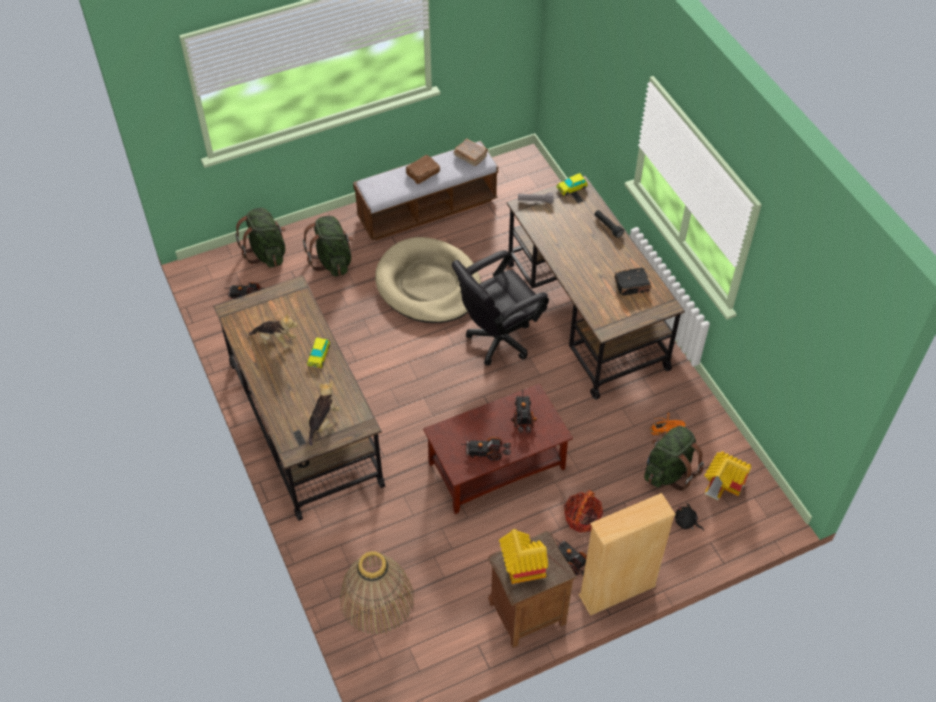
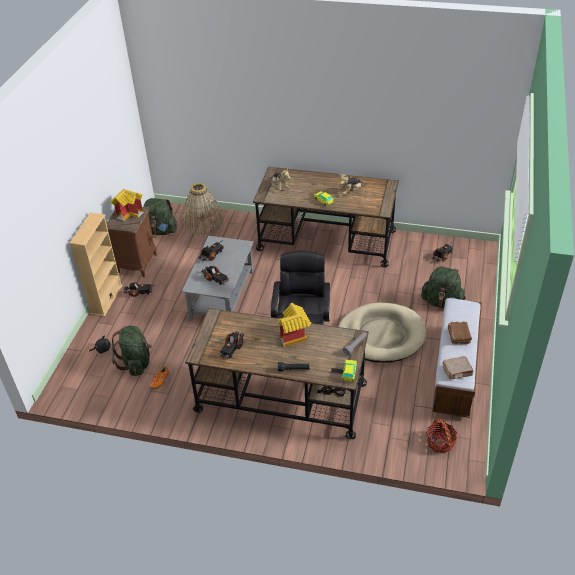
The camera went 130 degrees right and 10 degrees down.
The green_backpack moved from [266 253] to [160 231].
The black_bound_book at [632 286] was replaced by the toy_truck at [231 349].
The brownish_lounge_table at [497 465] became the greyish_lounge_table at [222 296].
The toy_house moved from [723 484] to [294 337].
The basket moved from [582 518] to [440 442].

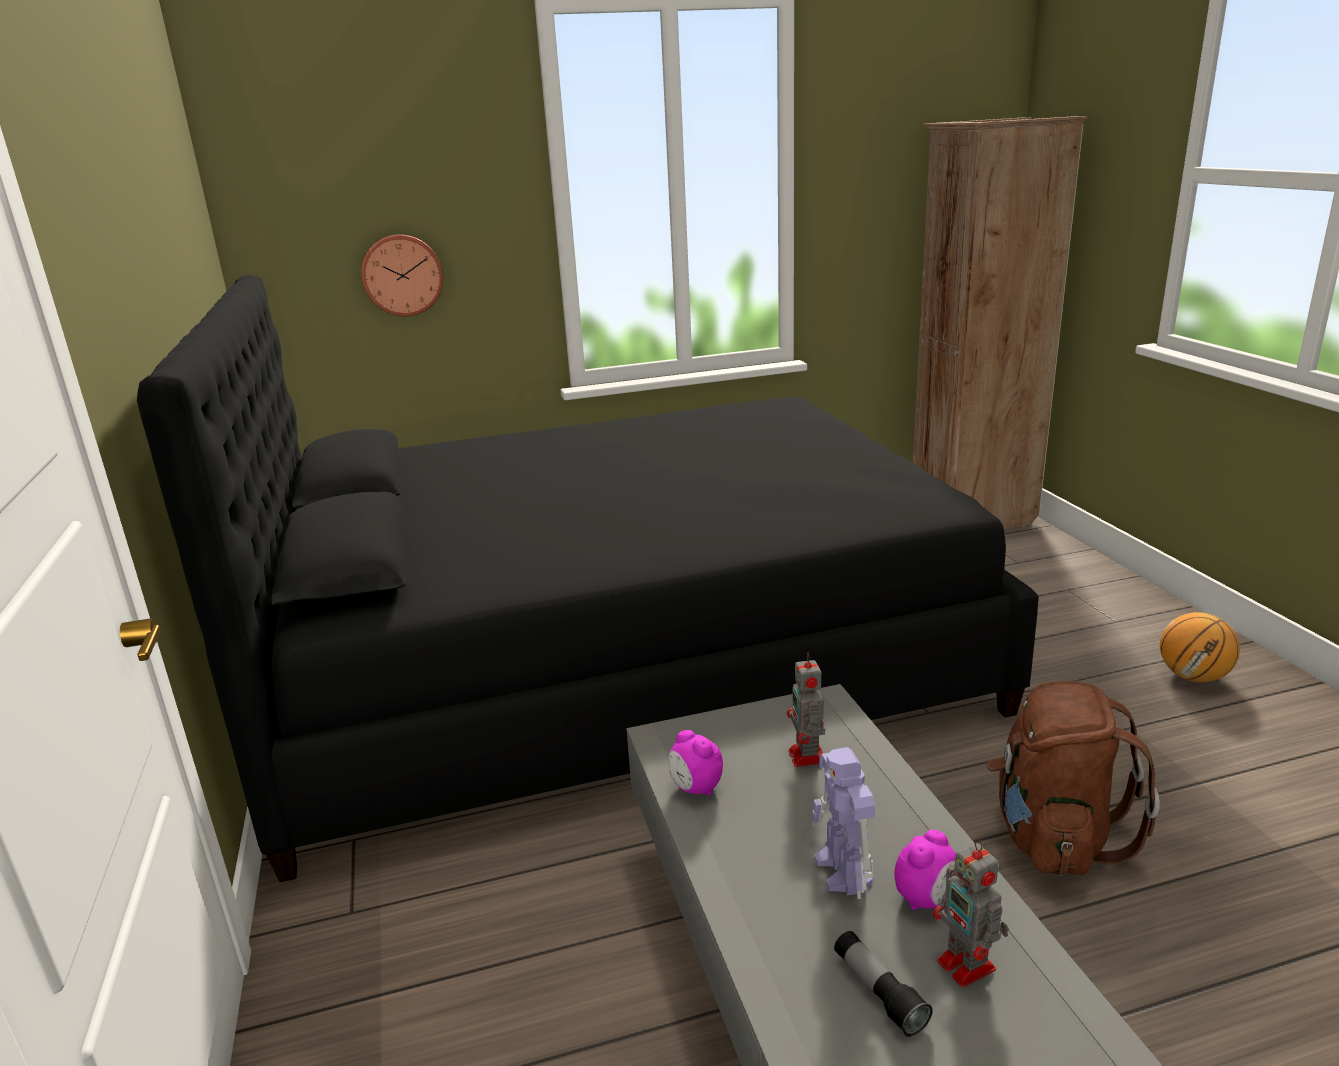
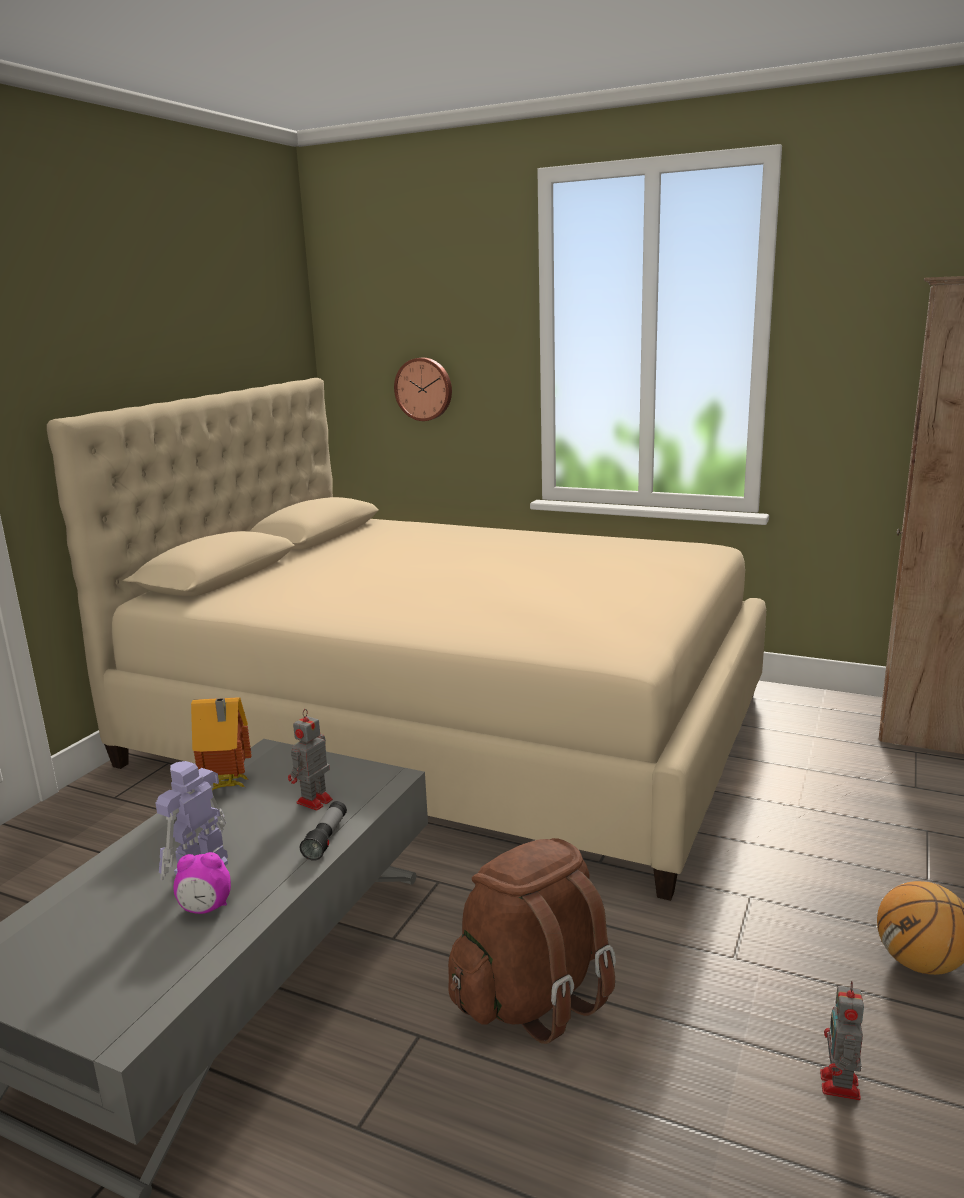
The camera went 40 degrees right and 5 degrees down.
The black_bed at [619 660] became the beige_bed at [450 727].
The alarm_clock at [695 788] was replaced by the toy_house at [227 786].
The model_robot moved from [968 967] to [840 1087].
The torch moved from [879 992] to [326 839].

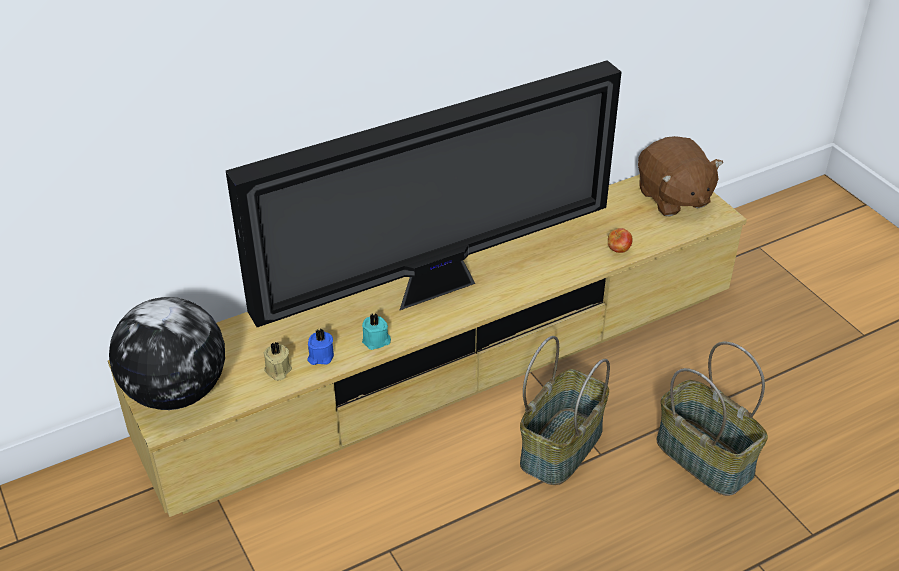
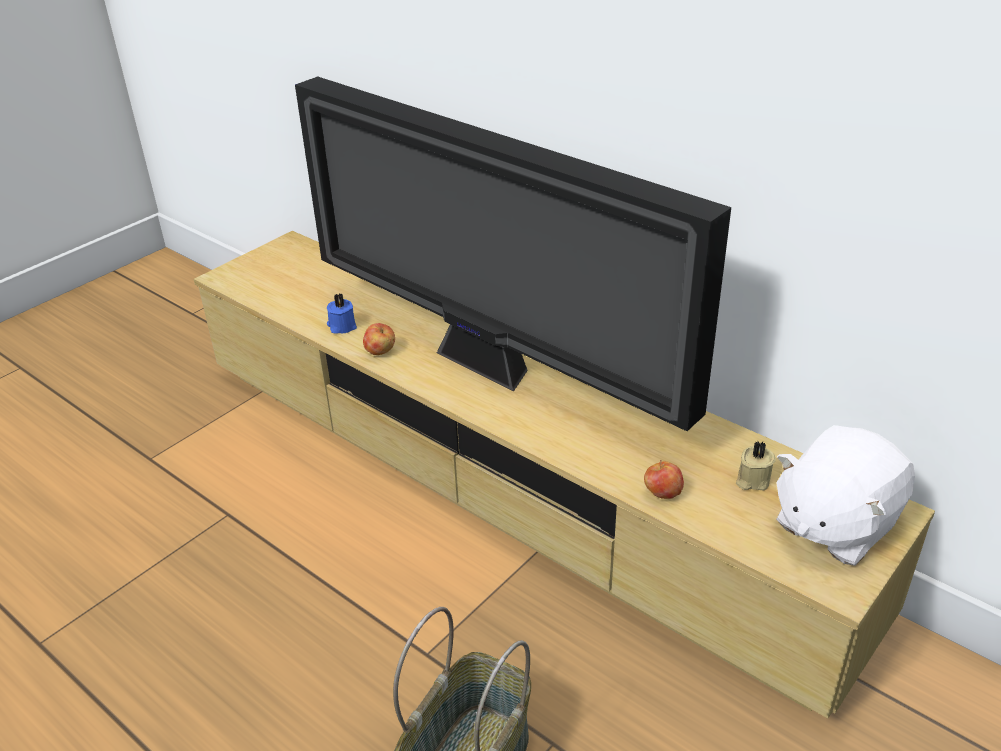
The camera went 70 degrees right and 5 degrees down.
The brownish_plush_toy at [673 198] became the white-coloured_plush_toy at [834 524].
The world_globe at [176 392] disappeared.
The turquoise_wax_light at [376 341] was replaced by the apple at [380 352].
The basket at [560 445] disappeared.
The beige_wax_light moved from [277 371] to [752 480].

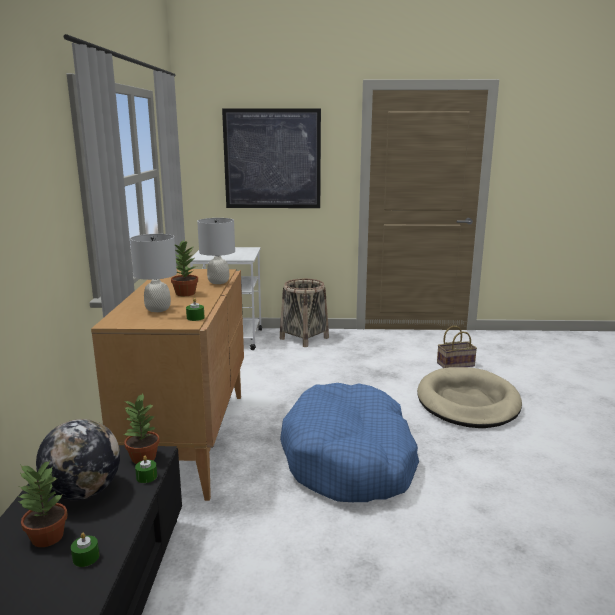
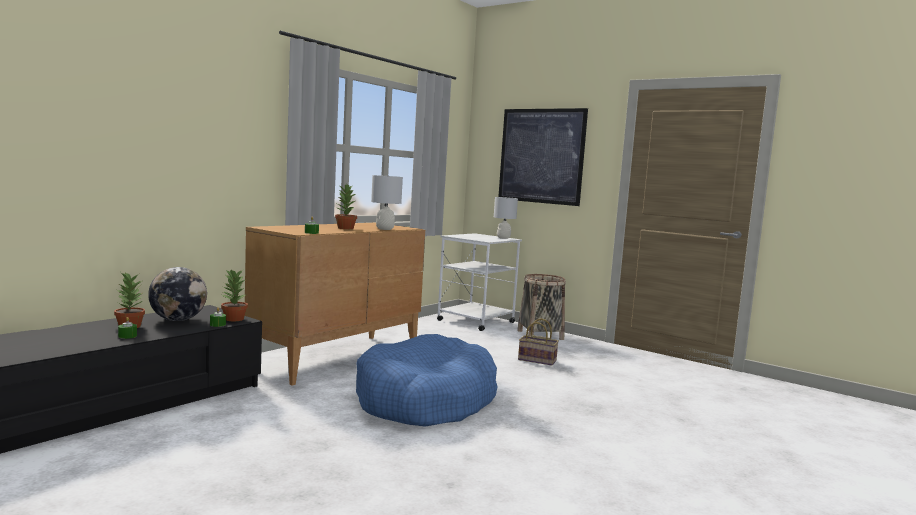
The camera went 35 degrees right and 10 degrees down.
The greyish_tabletop_lamp moved from [157 310] to [503 238].
The basket moved from [456 364] to [538 360].
The beige_dog_cushion at [467 402] disappeared.

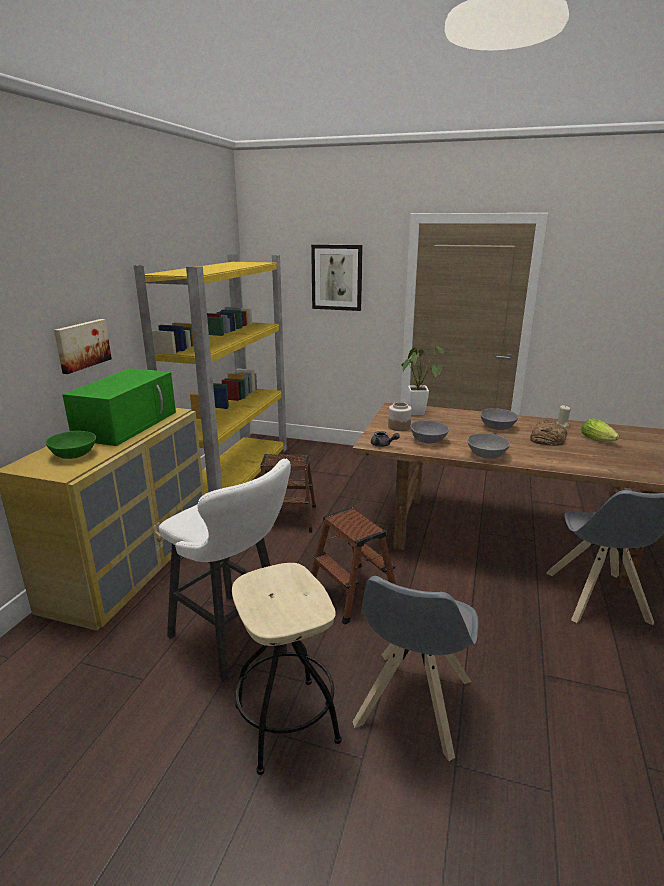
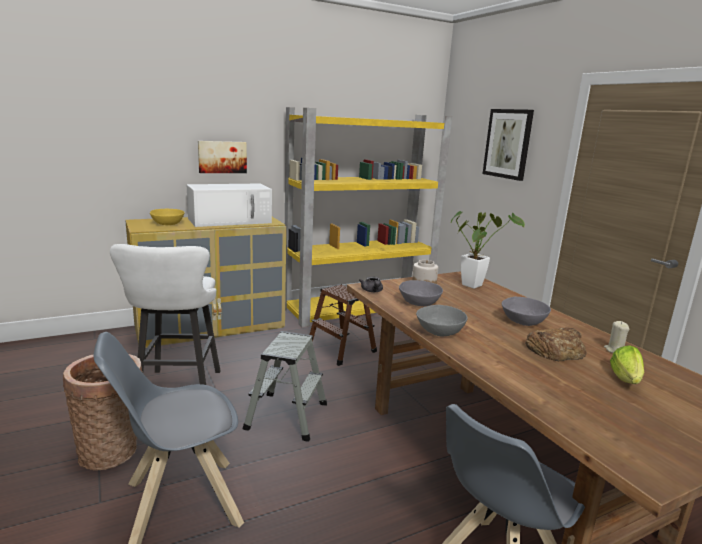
The camera went 45 degrees right and 5 degrees down.
The green_microwave at [127 424] became the white-coloured_microwave at [231 220].
The green_bowl at [74 455] became the yellow-coloured_bowl at [168 224].
The brownish_stepladder at [352 592] became the greyish_stepladder at [287 415].
The beige_stool at [286 722] was replaced by the basket at [112 451].

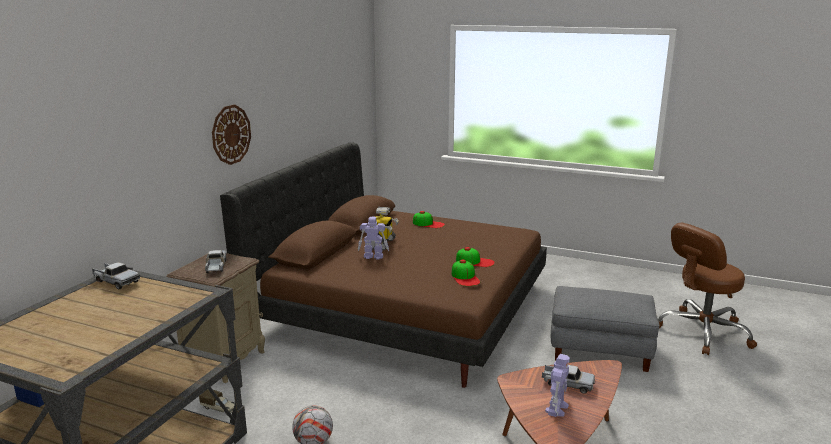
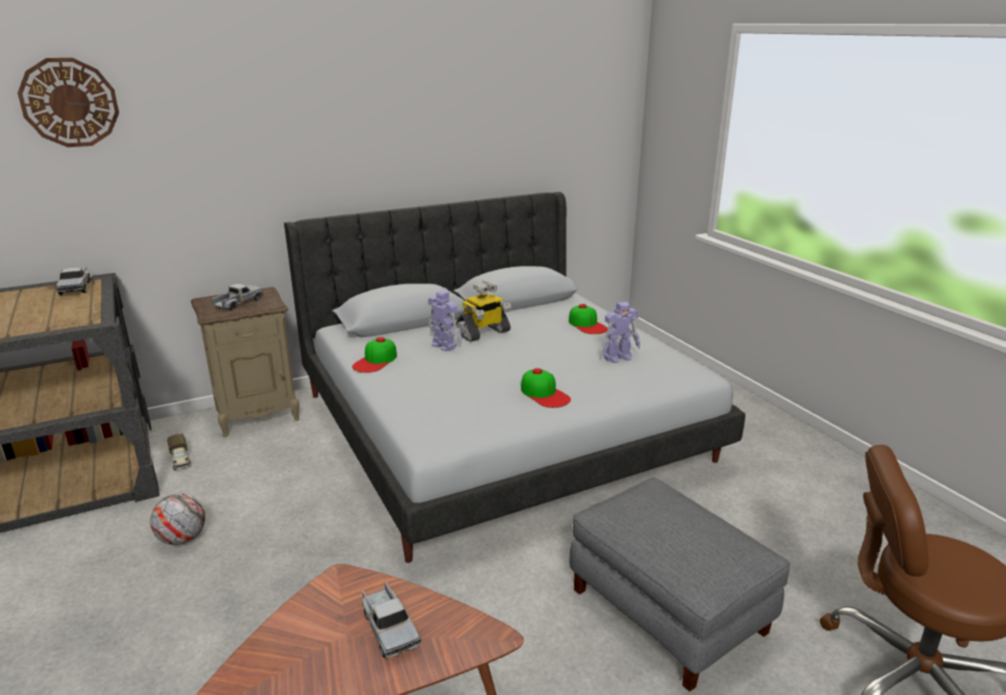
The camera went 40 degrees right and 5 degrees up.
The wall_clock moved from [231 134] to [70 103].
The brownish_bed at [401 307] became the greyish_bed at [500 426].
The baseball_cap moved from [465 277] to [375 361].
The model_robot moved from [557 408] to [618 357].

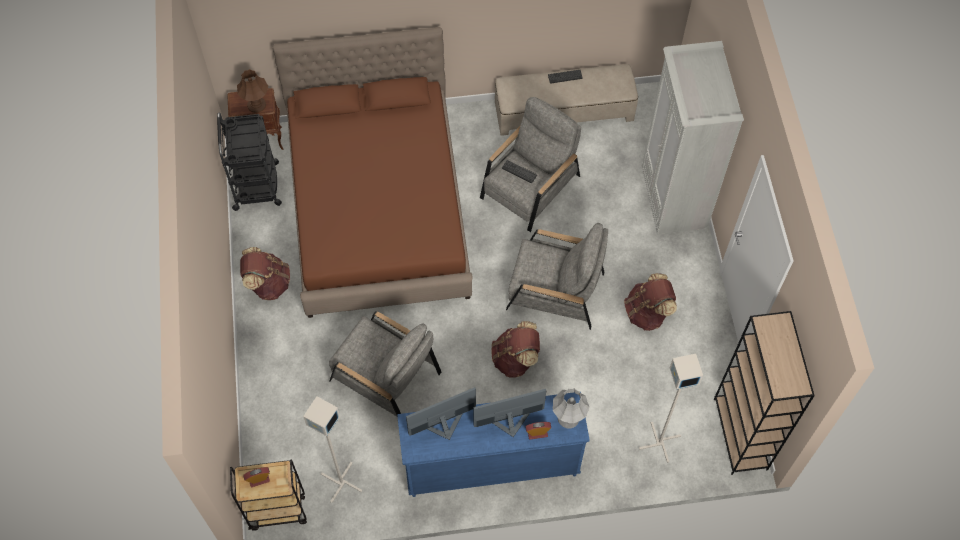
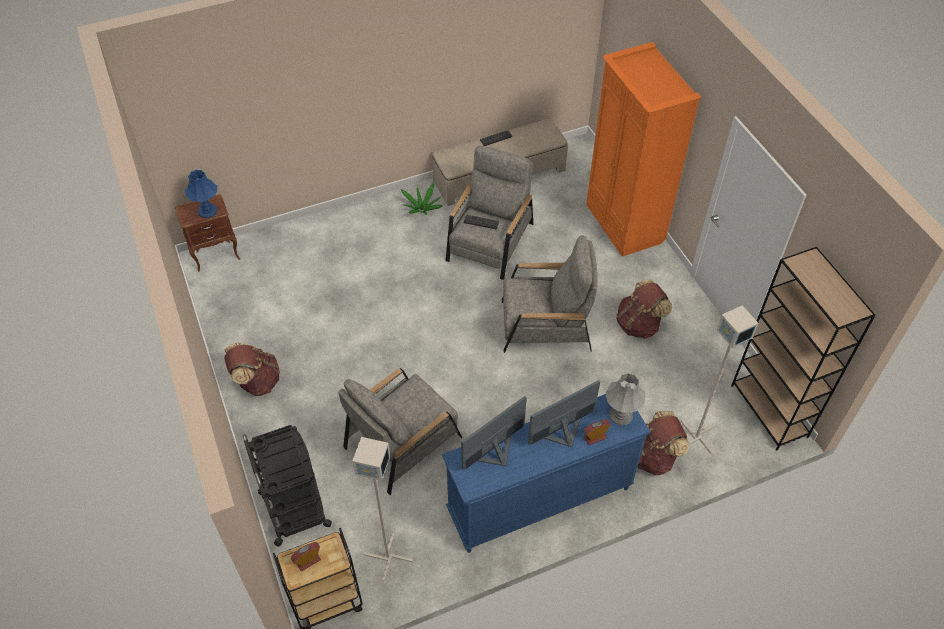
The camera went 15 degrees left and 10 degrees down.
The brownish_bed at [378 208] disappeared.
The white-coloured_wardrobe at [673 196] became the orange-coloured_wardrobe at [624 223].
The brownish_tabletop_lamp at [256 105] became the blue-coloured_tabletop_lamp at [208 211].
The black_cart moved from [256 185] to [295 509].
The greyish_lounge_chair at [384 377] turned 120 degrees clockwise.
The brownish_backpack moved from [515 359] to [653 456].
The potted_plant at [422 209] appeared.

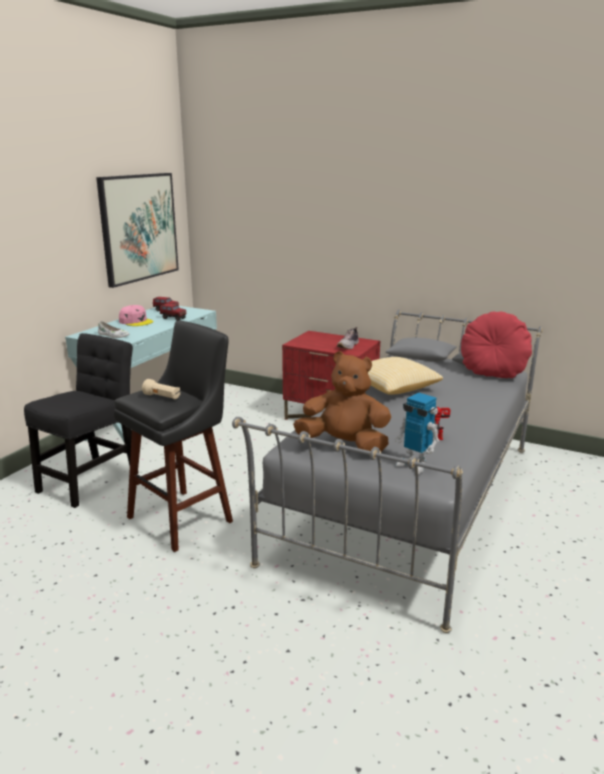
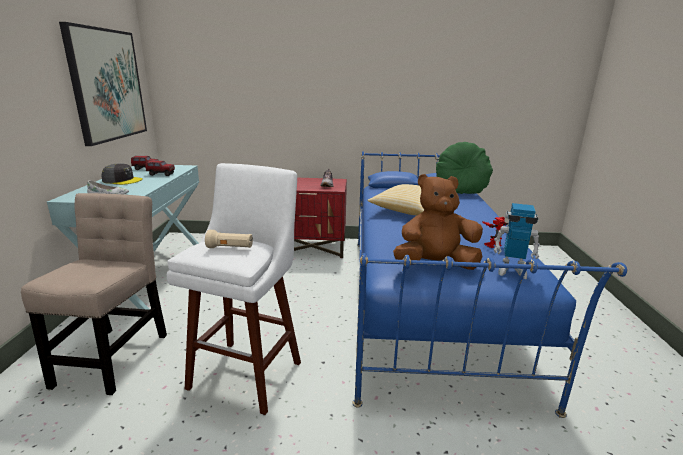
The camera went 25 degrees left and 0 degrees up.
The pink-coloured_baseball_cap at [136 321] became the greyish_baseball_cap at [122 180].
The greyish_bed at [408 500] became the blue-coloured_bed at [427 303].
The red_throw_pillow at [492 374] became the green_throw_pillow at [460 192].
The black_stool at [183 518] became the white-coloured_stool at [248 372].
The black_upright_chair at [92 479] became the beige_upright_chair at [115 355].

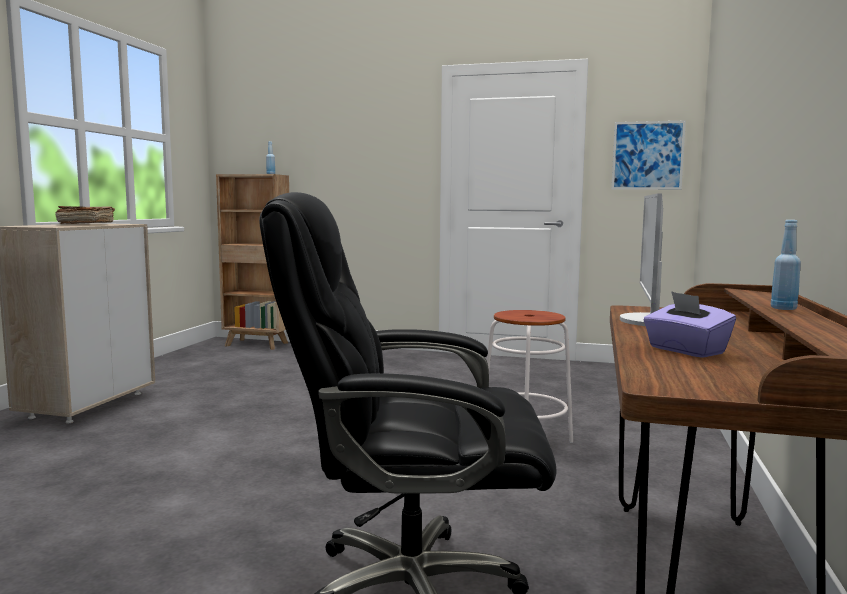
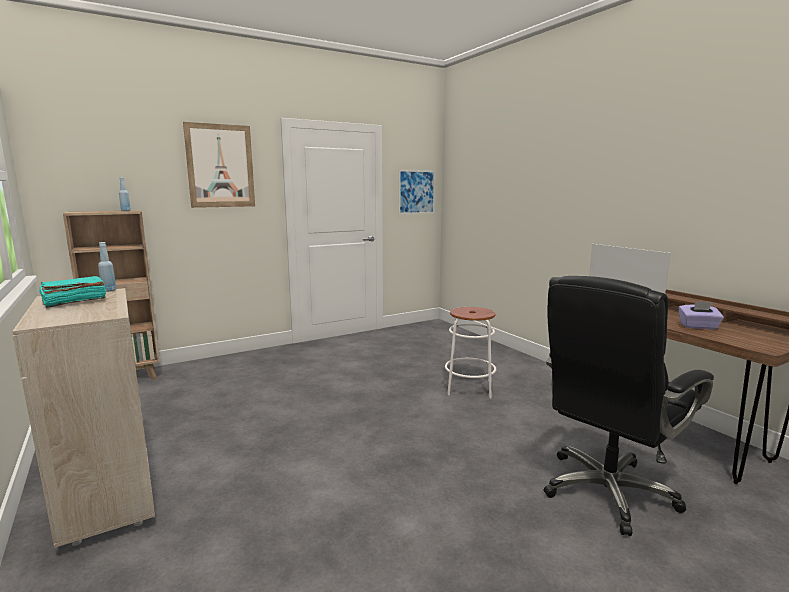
The camera went 45 degrees left and 5 degrees up.
The brownish_bound_book at [85 224] became the turquoise_bound_book at [73 301].
The blue-coloured_bottle moved from [783 308] to [109 290].
The picture at [220 166] appeared.

